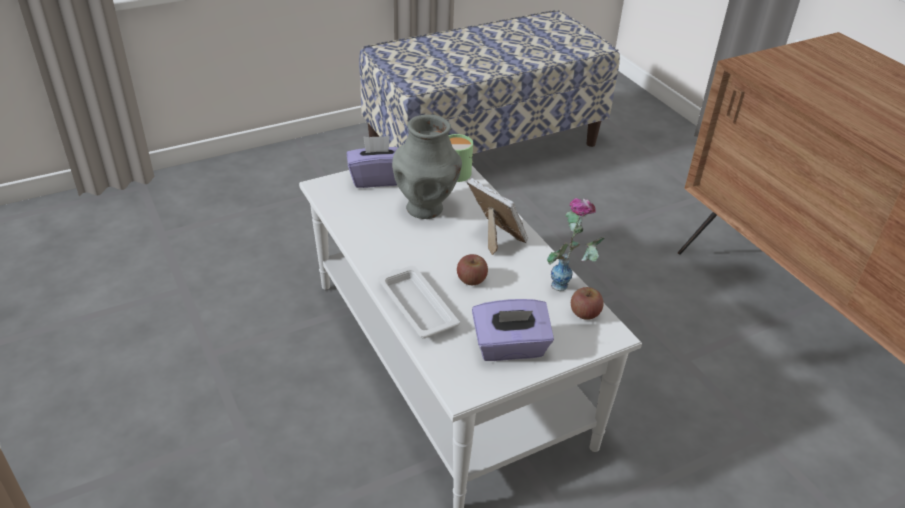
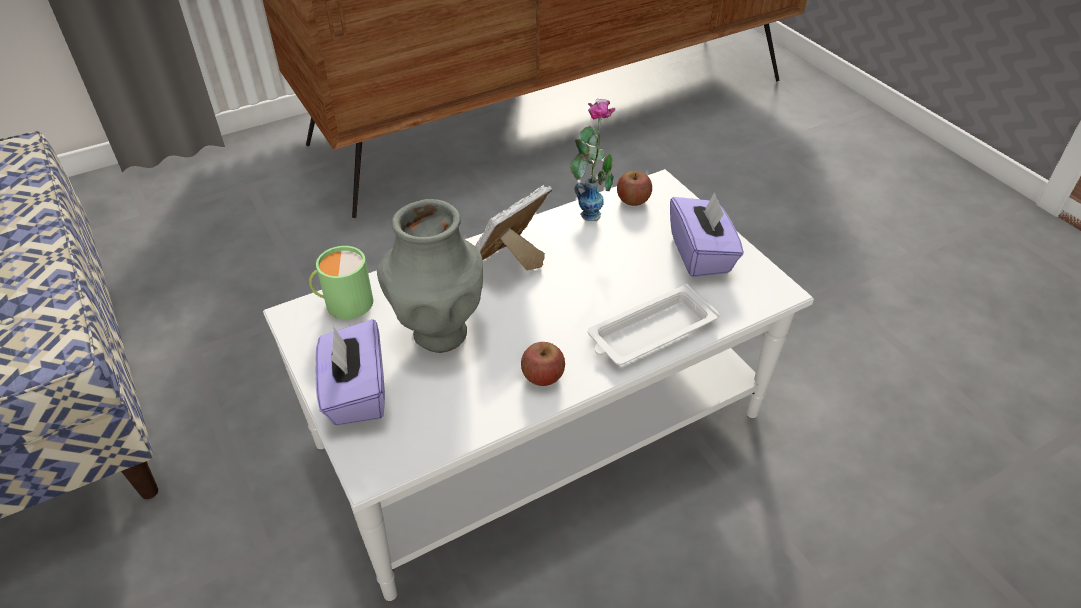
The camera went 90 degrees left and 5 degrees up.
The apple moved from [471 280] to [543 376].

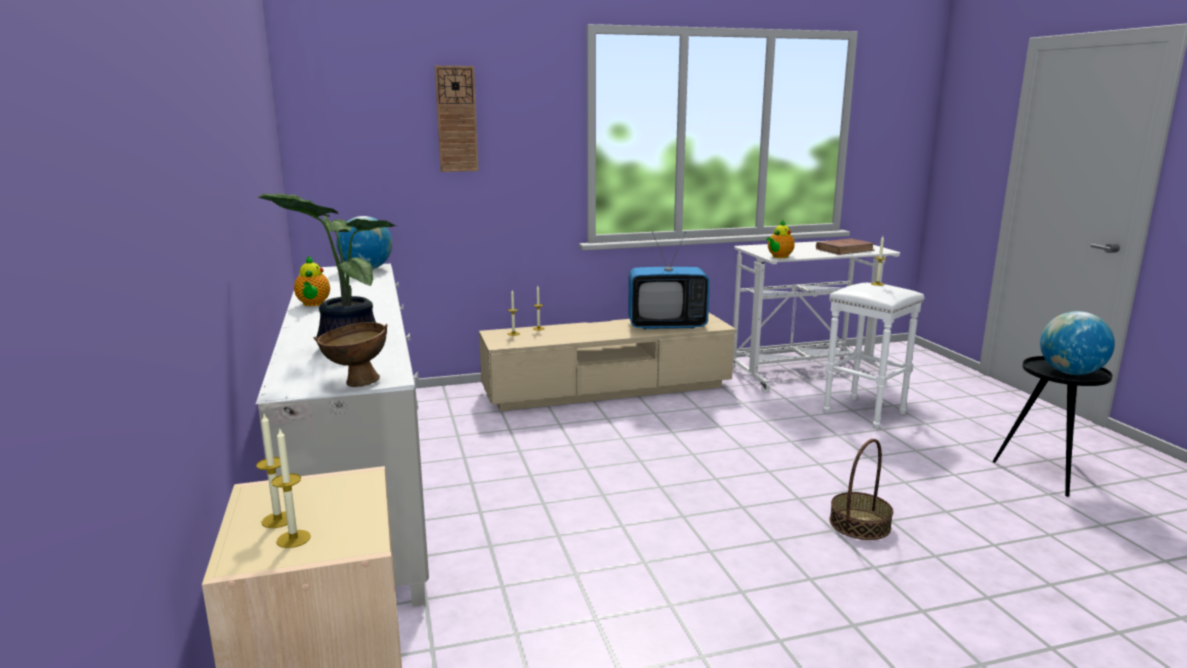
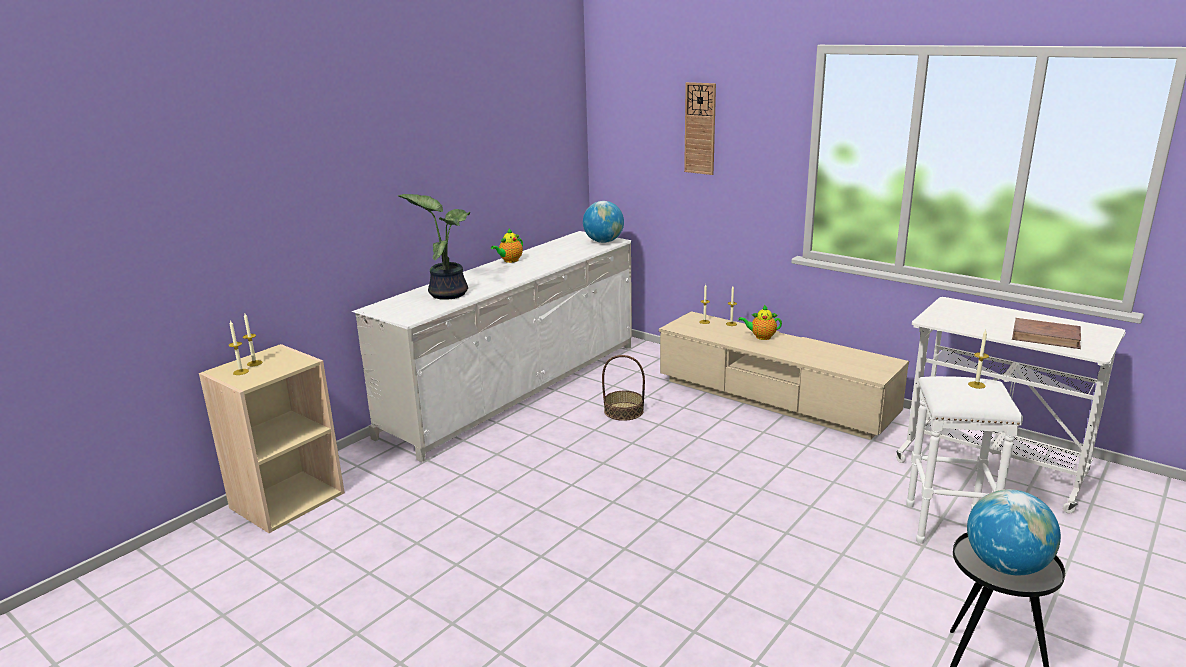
The camera went 55 degrees right and 5 degrees up.
The tea_pot moved from [779 257] to [761 337].
The TV_set at [667 325] disappeared.
The brownish_bowl at [355 382] disappeared.
The basket moved from [859 524] to [623 411].

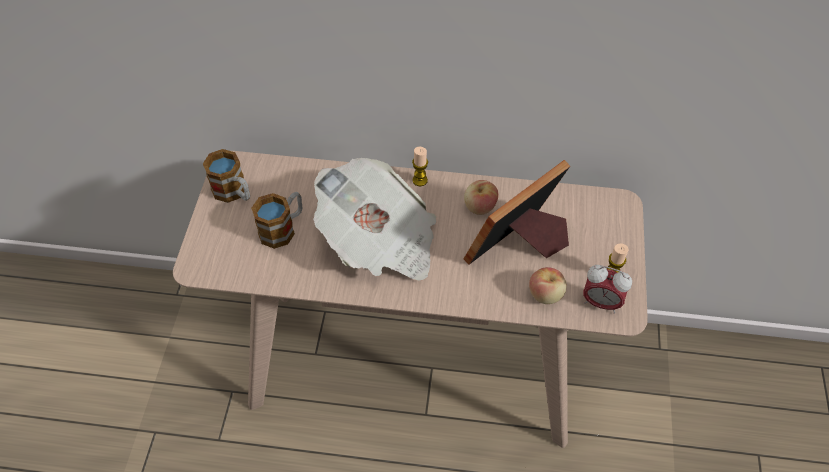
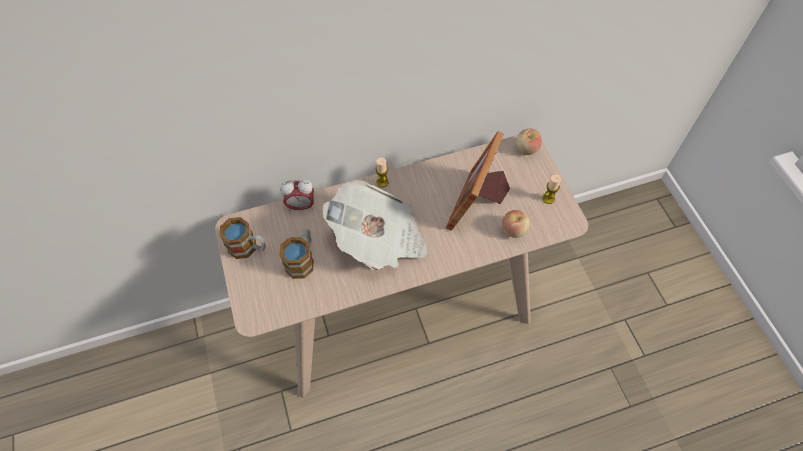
The camera went 25 degrees left and 5 degrees up.
The apple moved from [479 207] to [526 149].
The alarm_clock moved from [600 302] to [301 206].

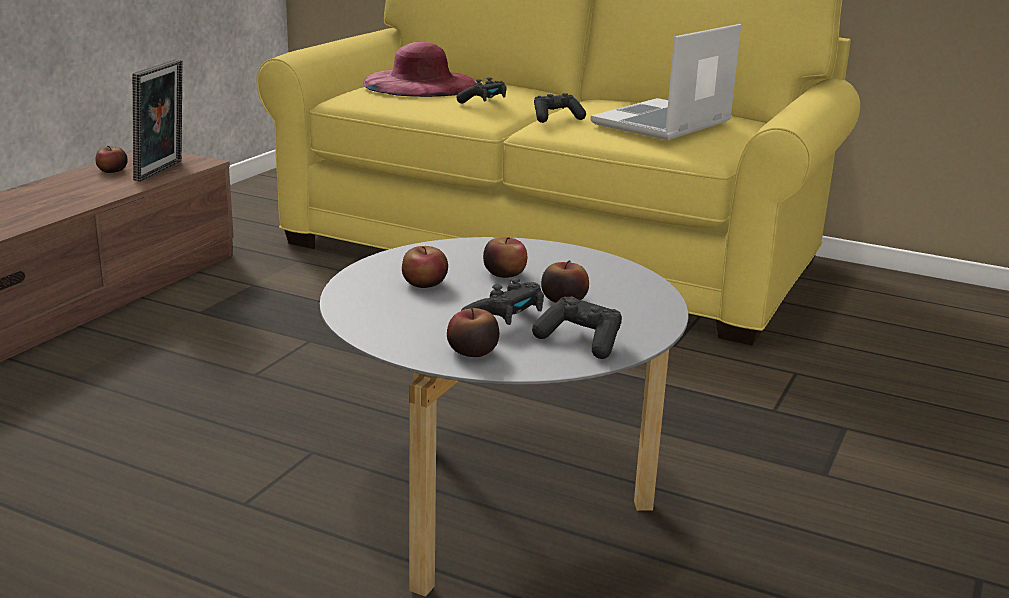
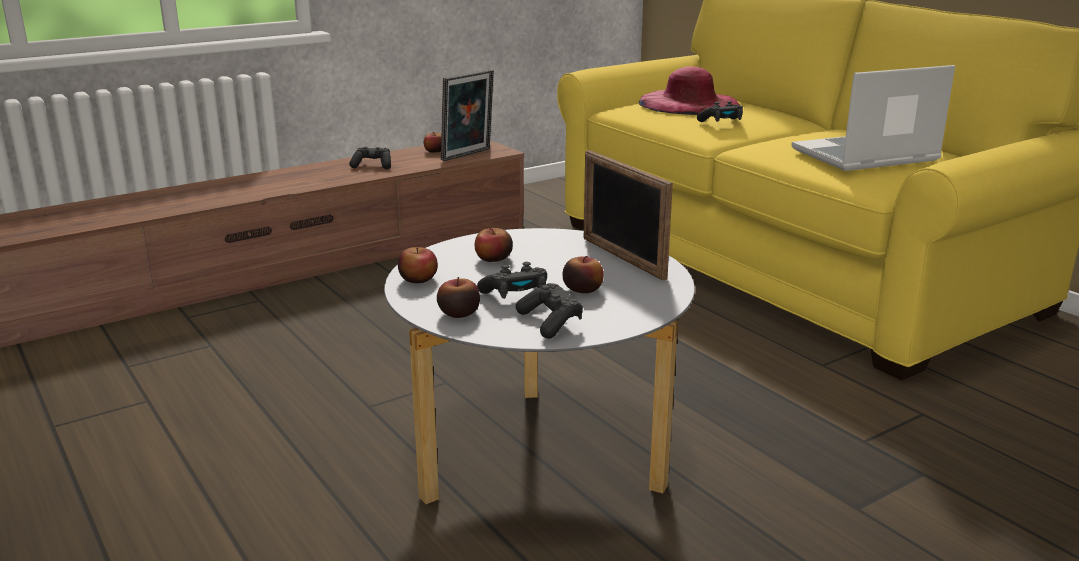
The camera went 30 degrees right and 0 degrees up.
The black_game_controller moved from [556 118] to [372 166].
The apple moved from [504 273] to [418 279].
The standing_frame at [622 258] appeared.

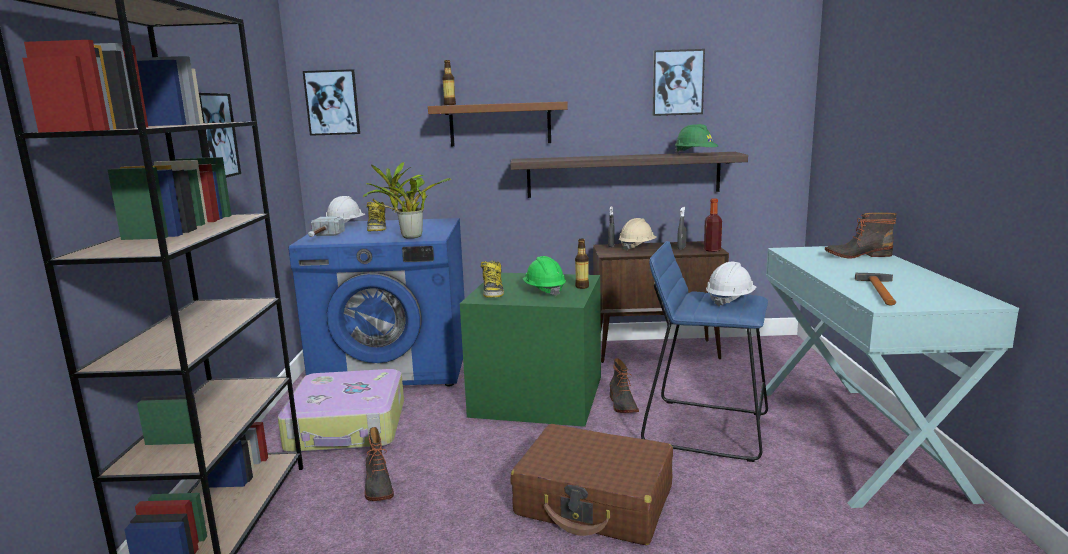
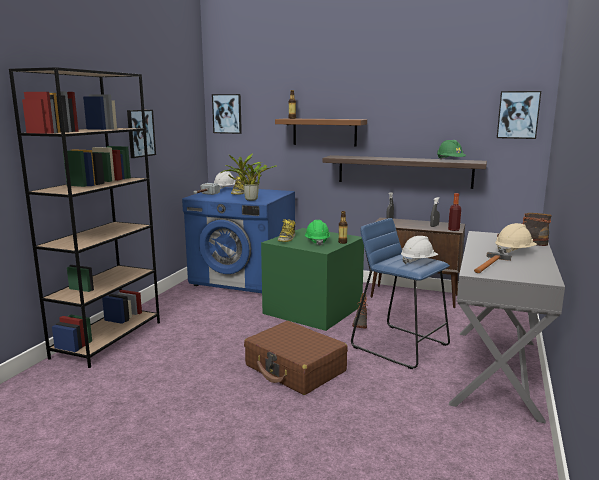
The camera went 20 degrees right and 0 degrees up.
The picture moved from [677 82] to [518 115].
The beige_hard_hat moved from [637 247] to [514 252].
The turquoise_desk_table at [855 439] became the greyish_desk_table at [496 371].
The piece_of_luggage at [348 427] disappeared.
The tall_boot at [377 486] disappeared.

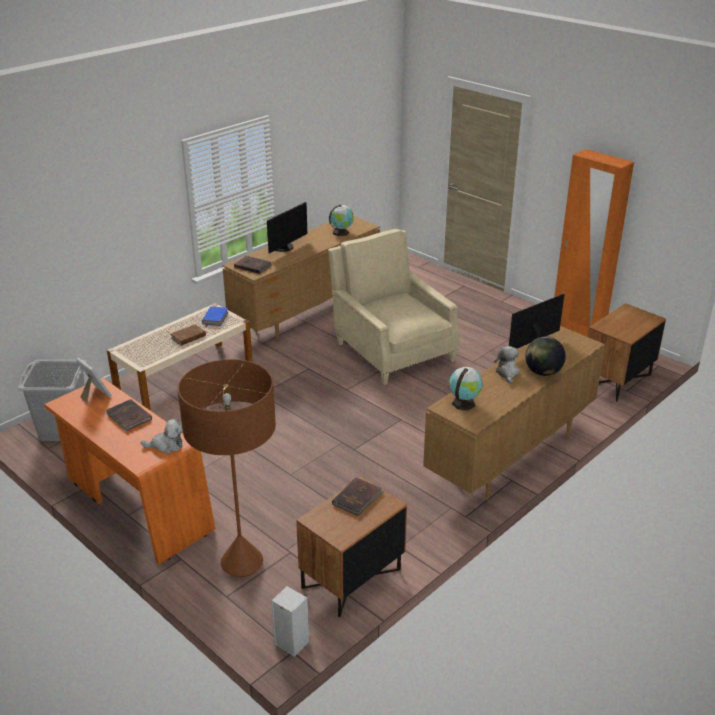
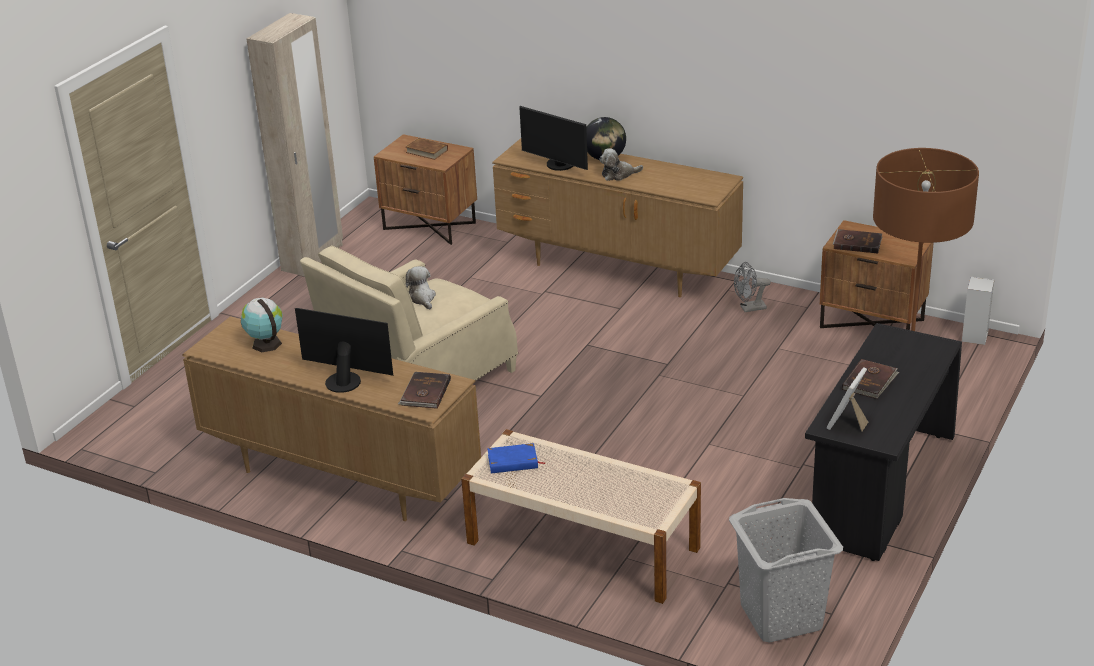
The camera went 105 degrees left and 0 degrees up.
The orange-coloured_wardrobe at [577 330] became the beige_wardrobe at [313 258].
The brownish_bound_book moved from [188 337] to [427 151].
The world_globe at [464 402] disappeared.
The orange-coloured_desk_table at [136 505] became the black_desk_table at [879 489].
The plush_toy moved from [166 445] to [422 298].
The greyish_cooling_fan at [749 308] appeared.

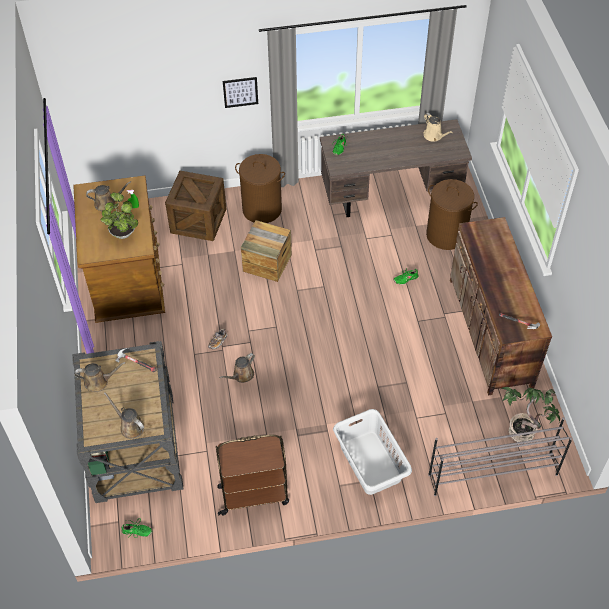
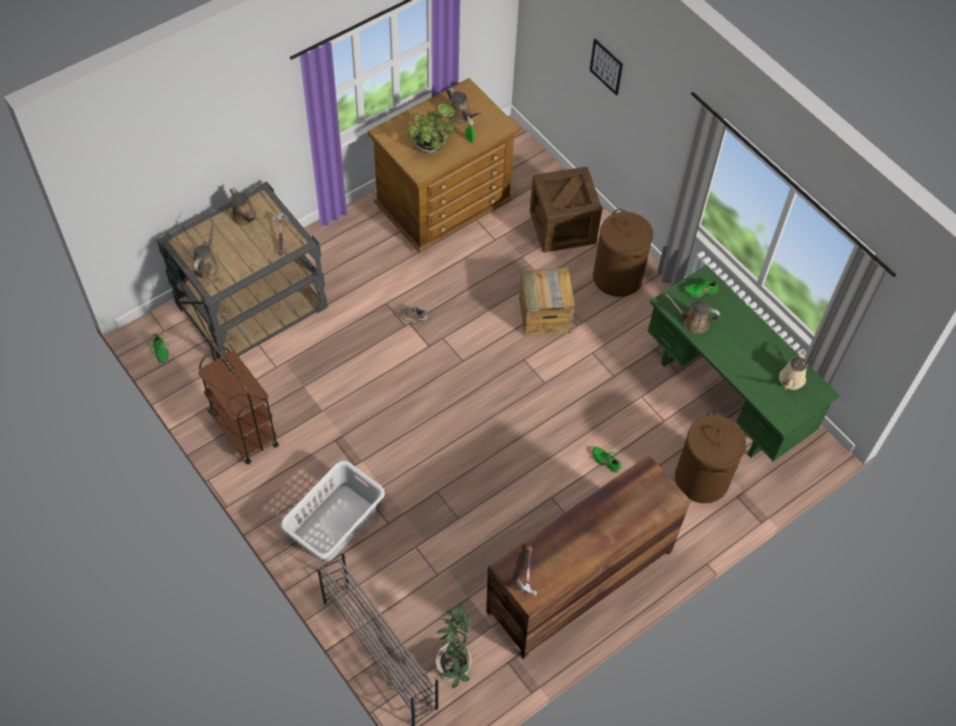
The camera went 60 degrees right and 5 degrees up.
The picture moved from [240 92] to [606 67].
The brownish_desk_table at [391 195] became the green_desk_table at [726 396].
The brownish_sprinkling_can moved from [241 375] to [693 322].

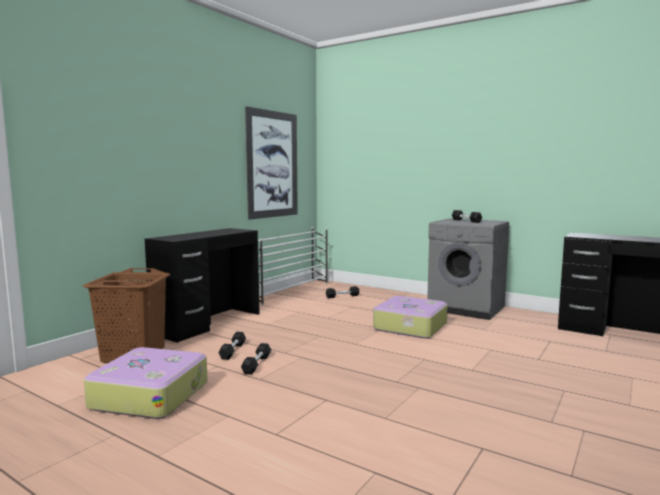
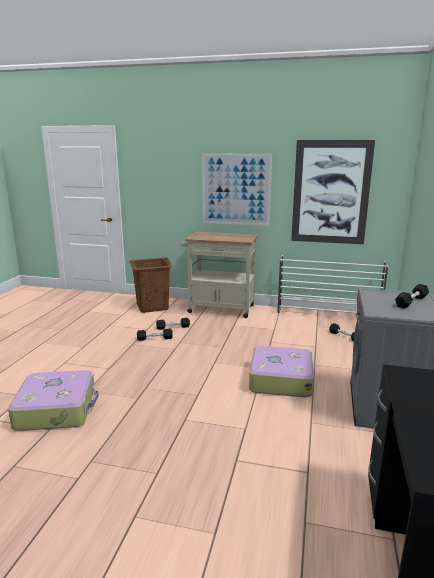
The camera went 70 degrees right and 10 degrees up.
The black_desk_table at [208 323] was replaced by the beige_cart at [219 309].
The piece_of_luggage moved from [150 395] to [57 409].
The picture at [236 189] appeared.

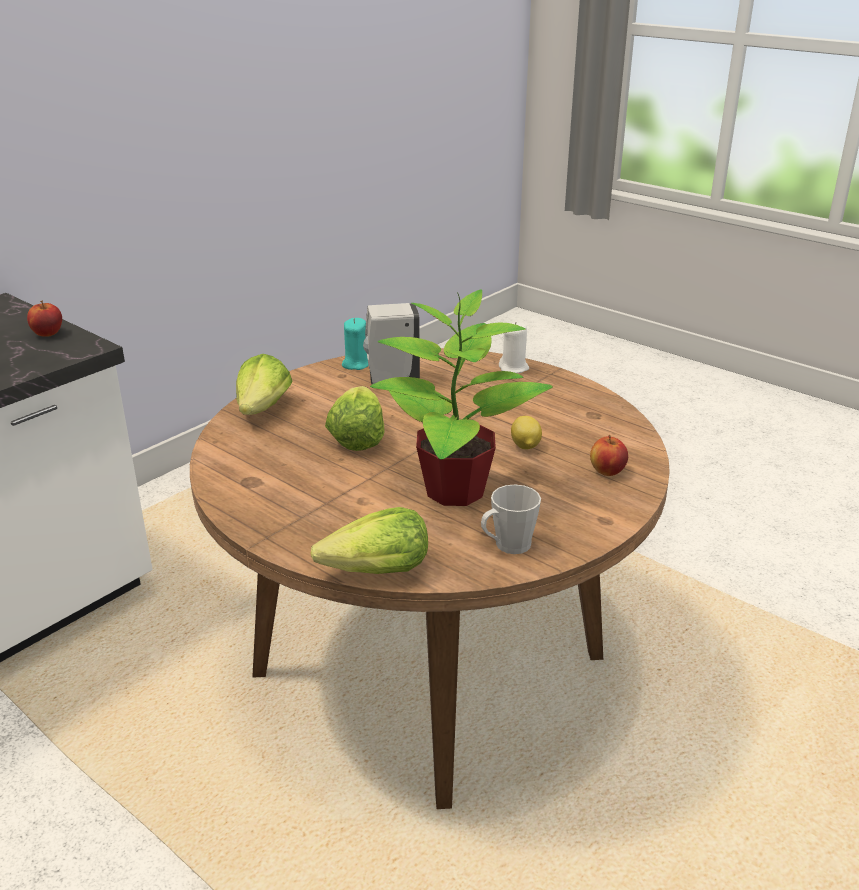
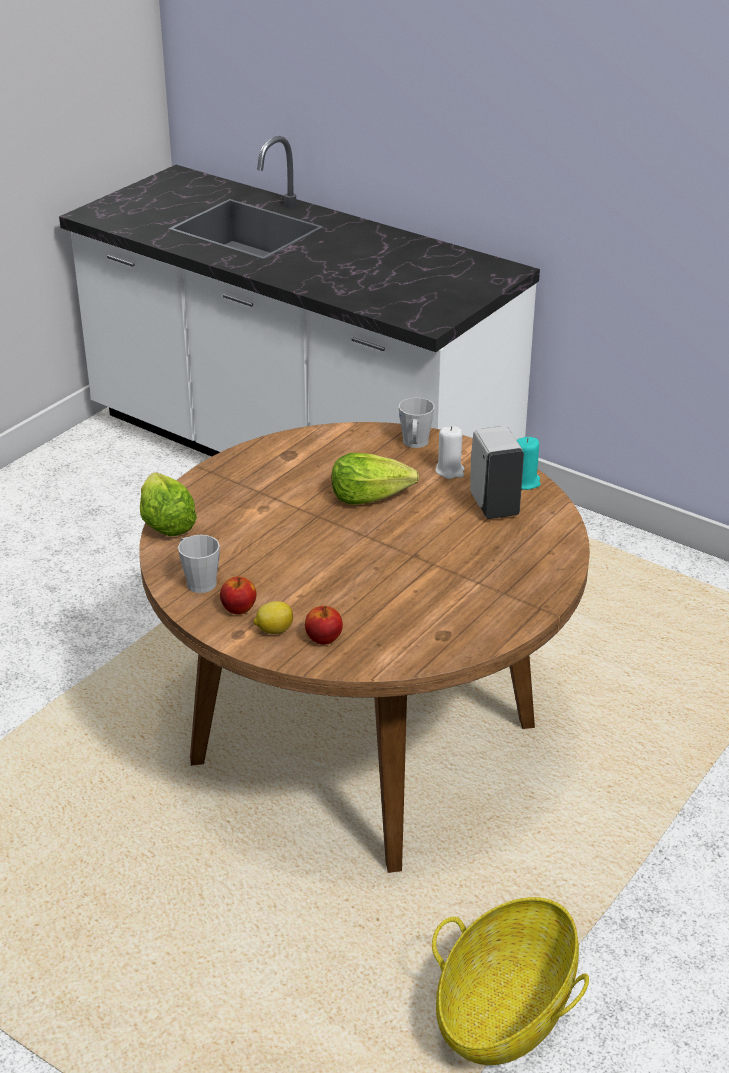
The camera went 85 degrees right and 5 degrees up.
The potted_plant at [453 491] disappeared.
The apple moved from [47 334] to [239 609].
The white-coloured_wax_light moved from [514 368] to [450 471].
The lettuce at [263 408] was replaced by the greyish_tea_mug at [415 444].
The whole_lemon moved from [525 446] to [274 630].
The basket at [505 1010] appeared.

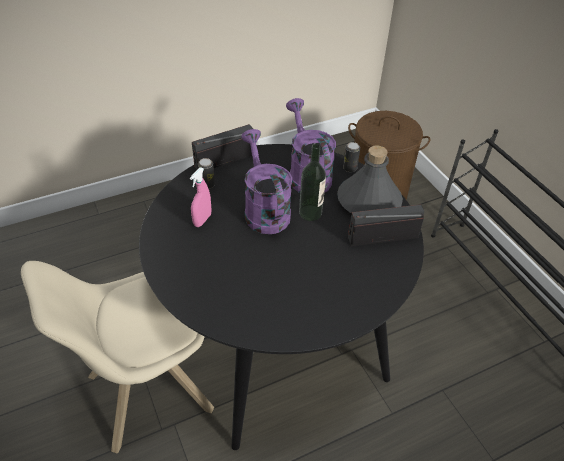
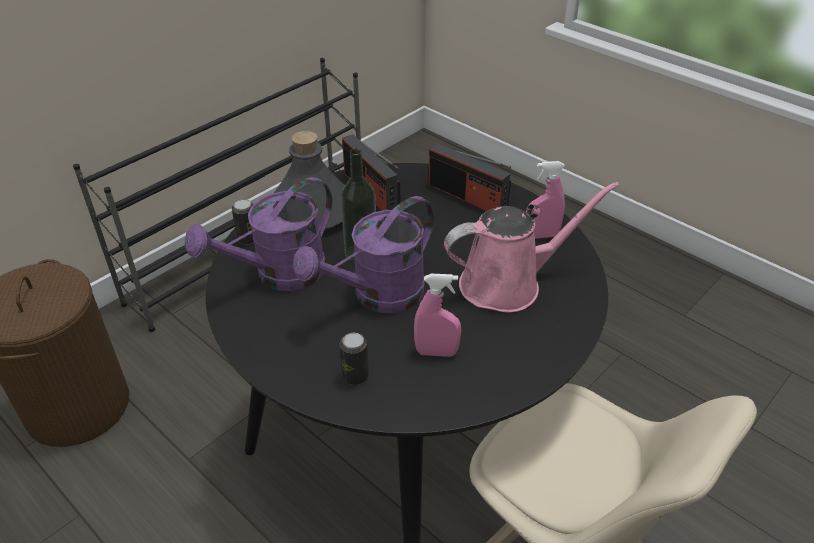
The camera went 110 degrees left and 5 degrees down.
The radio_set moved from [224 160] to [467 197].
The pink-coloured_spray_bottle at [541 235] appeared.
The pink-coloured_sprinkling_can at [508 283] appeared.

